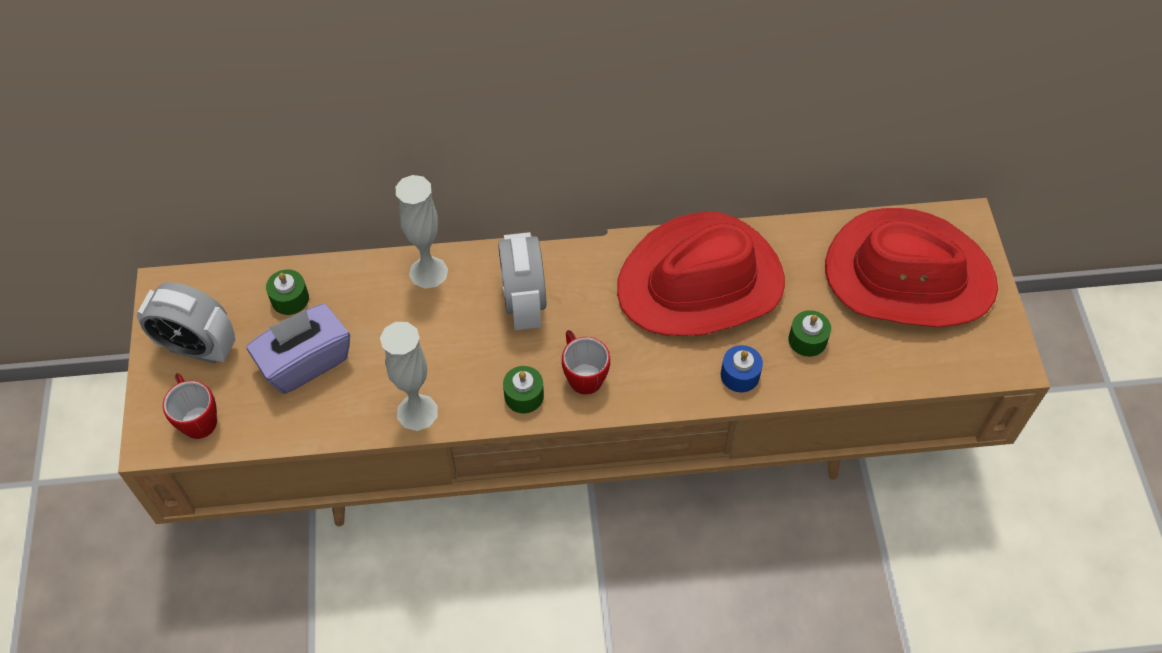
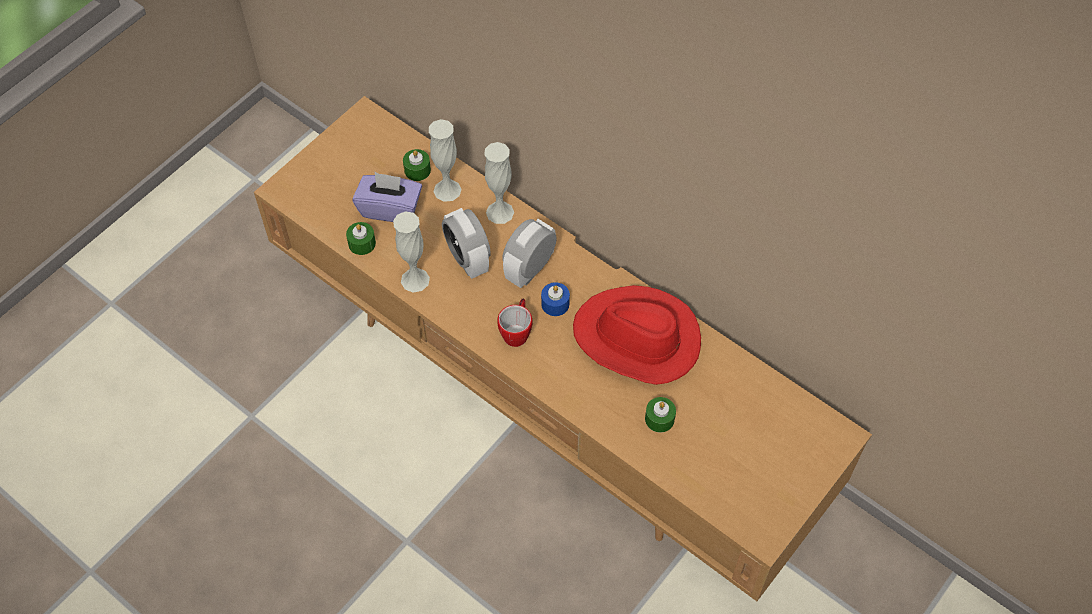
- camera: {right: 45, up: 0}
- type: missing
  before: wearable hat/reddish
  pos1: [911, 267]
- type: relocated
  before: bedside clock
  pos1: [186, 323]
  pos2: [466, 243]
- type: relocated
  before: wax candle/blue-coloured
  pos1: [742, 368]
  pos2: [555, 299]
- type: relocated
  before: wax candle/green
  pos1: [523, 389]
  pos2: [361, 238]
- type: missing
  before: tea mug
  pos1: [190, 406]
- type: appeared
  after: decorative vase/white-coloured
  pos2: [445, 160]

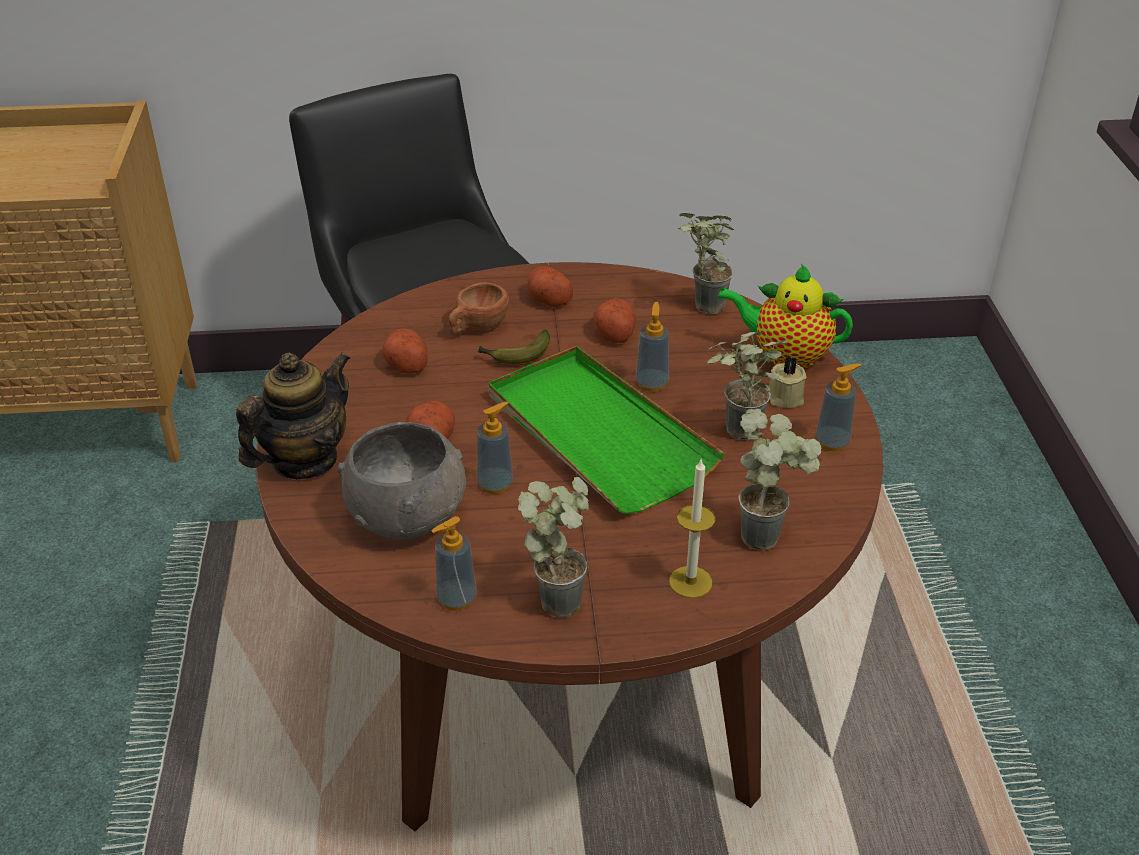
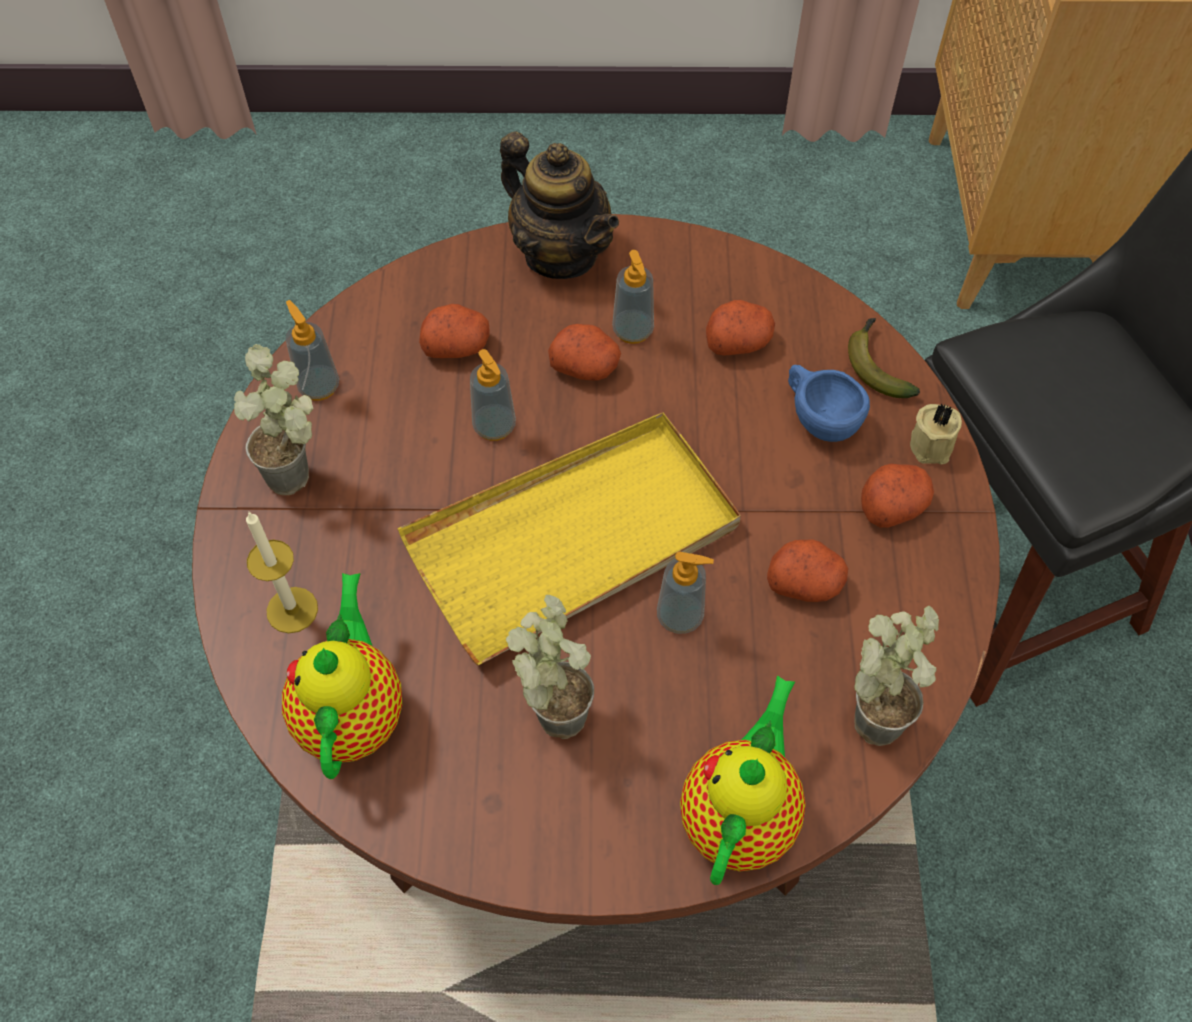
- camera: {right: 95, up: 20}
- type: colour
  before: small cup/brown
  after: small cup/blue-coloured
  pos1: [479, 308]
  pos2: [829, 403]
- type: relocated
  before: banana
  pos1: [514, 347]
  pos2: [884, 358]
- type: colour
  before: tray/green
  after: tray/yellowish
  pos1: [606, 430]
  pos2: [569, 539]
- type: relocated
  before: wax candle/beige-coloured
  pos1: [787, 382]
  pos2: [936, 433]
- type: relocated
  before: soap dispenser
  pos1: [838, 407]
  pos2: [633, 297]
- type: exchanged
  before: plant in a pot
  after: teapot
  pos1: [779, 480]
  pos2: [342, 676]
- type: exchanged
  before: deep dish/gray
  after: whole potato
  pos1: [401, 481]
  pos2: [454, 331]

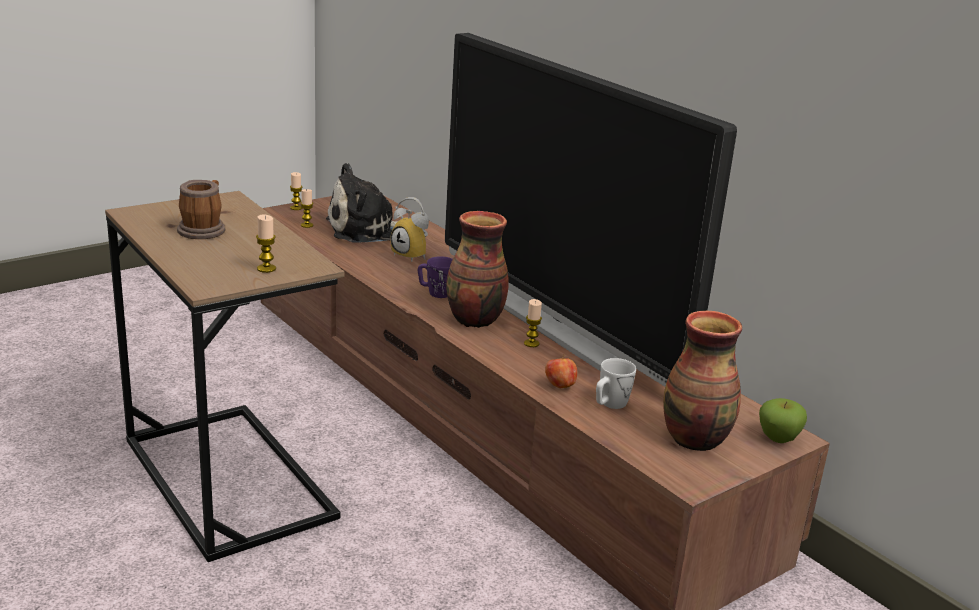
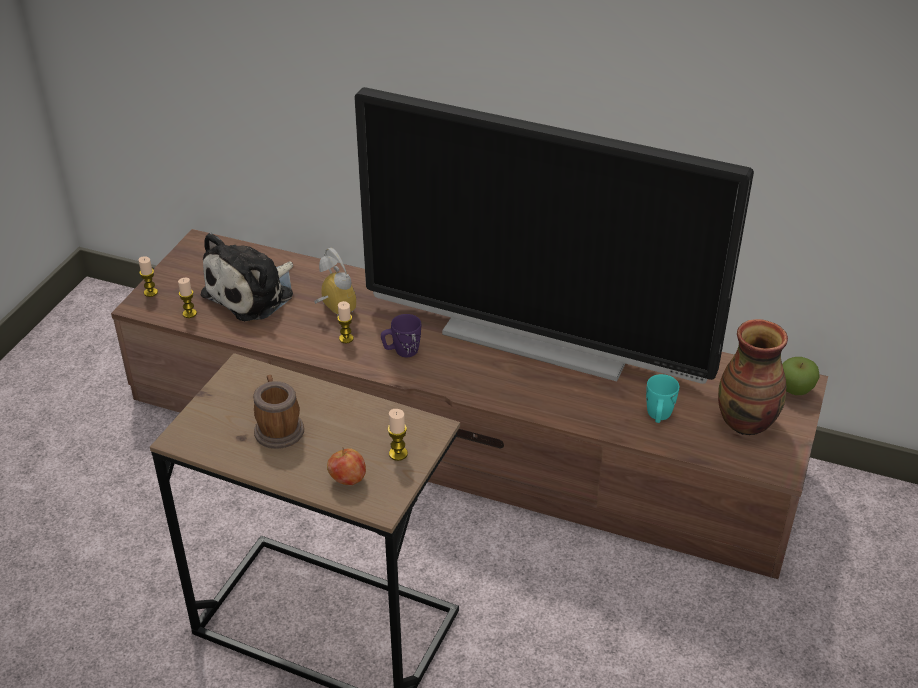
- camera: {right: -30, up: 15}
- type: spun
  before: bedside clock
  pos1: [410, 229]
  pos2: [335, 282]
  turn: -135
- type: missing
  before: decorative vase
  pos1: [477, 269]
- type: relocated
  before: wax candle
  pos1: [533, 323]
  pos2: [345, 322]
- type: relocated
  before: apple
  pos1: [561, 371]
  pos2: [346, 466]
- type: colour
  before: tea mug/white-coloured
  after: tea mug/blue-green
  pos1: [616, 383]
  pos2: [662, 398]

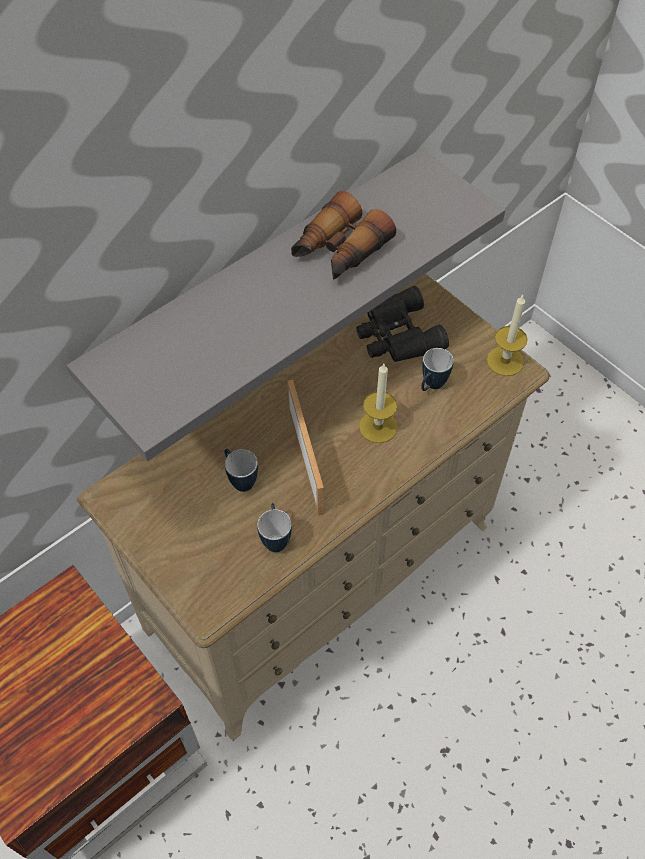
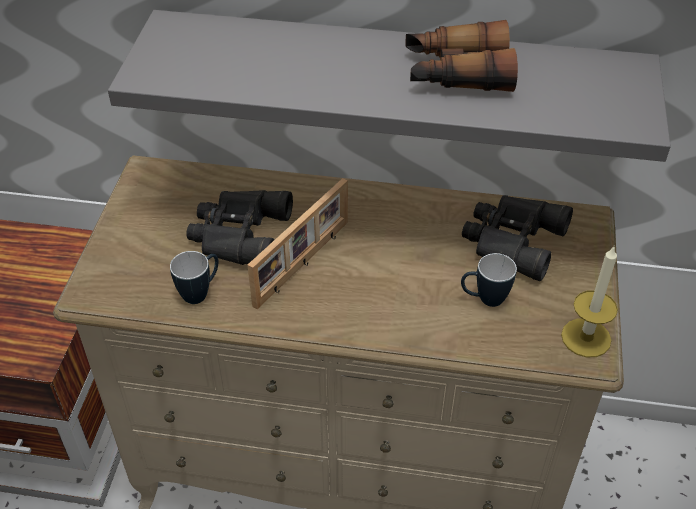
- camera: {right: 50, up: -10}
- type: missing
  before: wax candle
  pos1: [378, 403]
- type: exchanged
  before: tea mug
  after: pair of binoculars/black-coloured
  pos1: [241, 470]
  pos2: [240, 227]

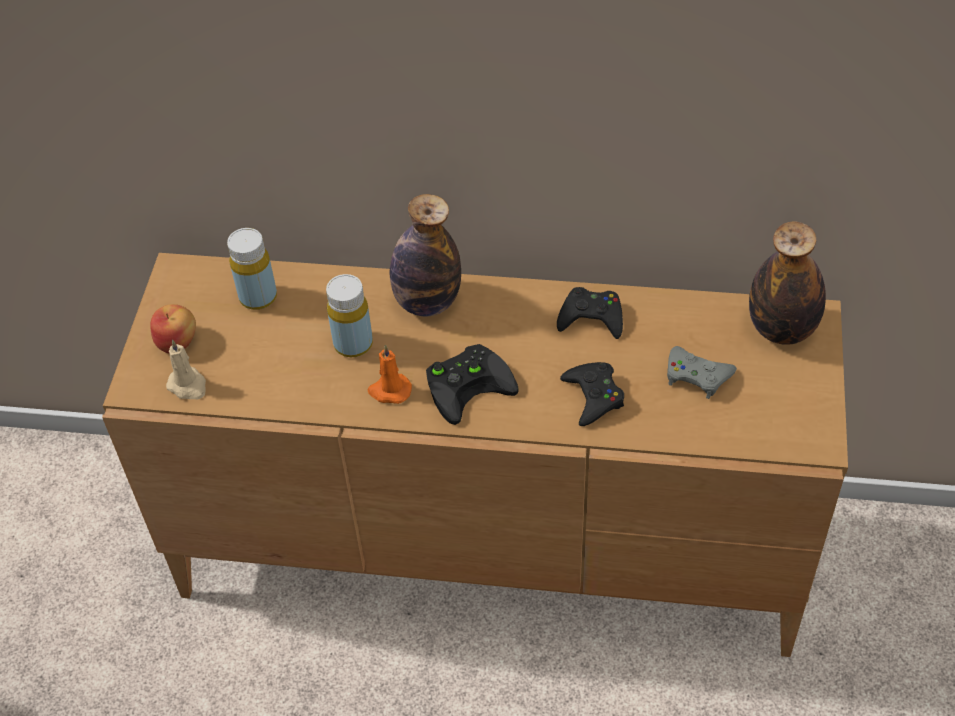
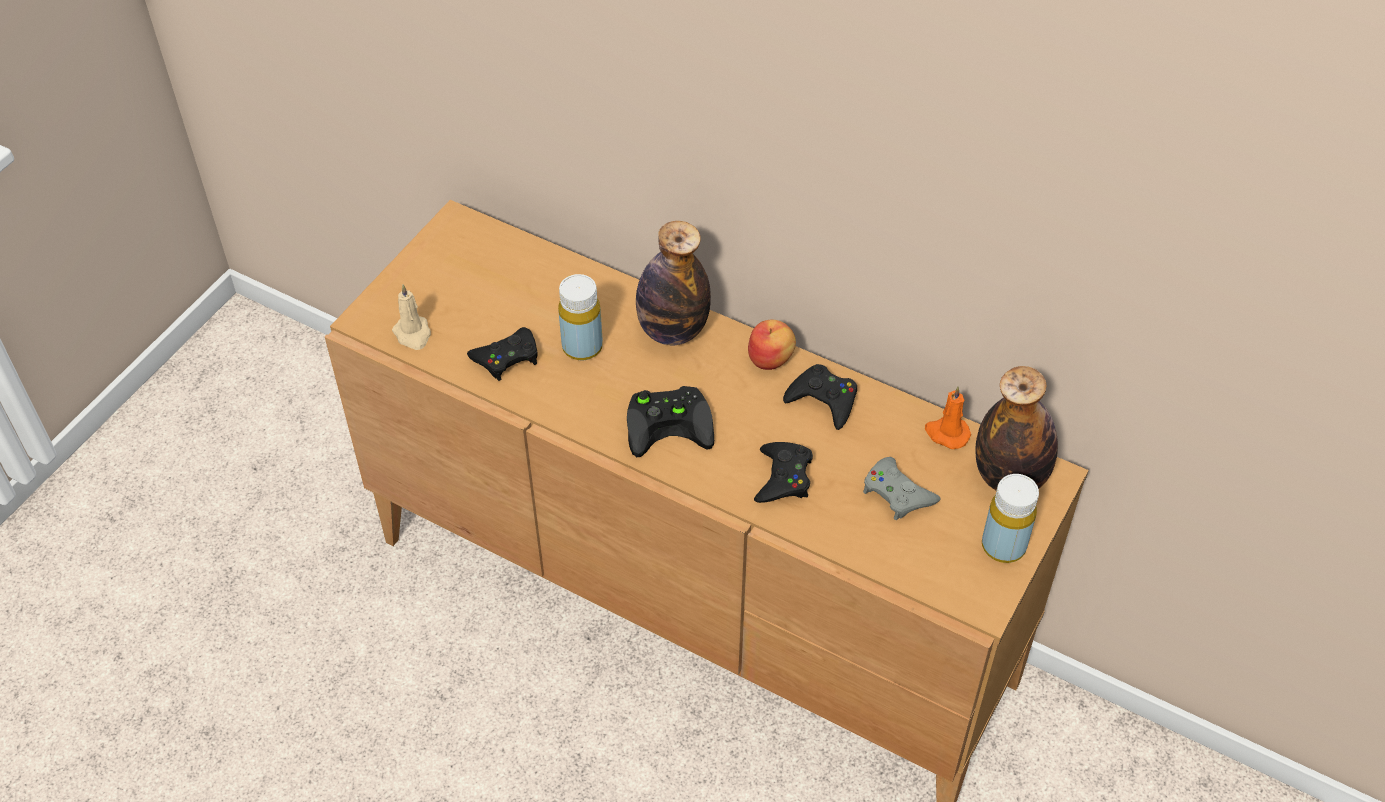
- camera: {right: 20, up: 0}
- type: relocated
  before: beverage bottle/yellowish
  pos1: [252, 269]
  pos2: [1010, 518]
- type: relocated
  before: apple
  pos1: [173, 329]
  pos2: [772, 345]
- type: relocated
  before: wax candle/orangey
  pos1: [390, 374]
  pos2: [948, 417]
- type: appeared
  after: gamepad/black-coloured
  pos2: [502, 354]

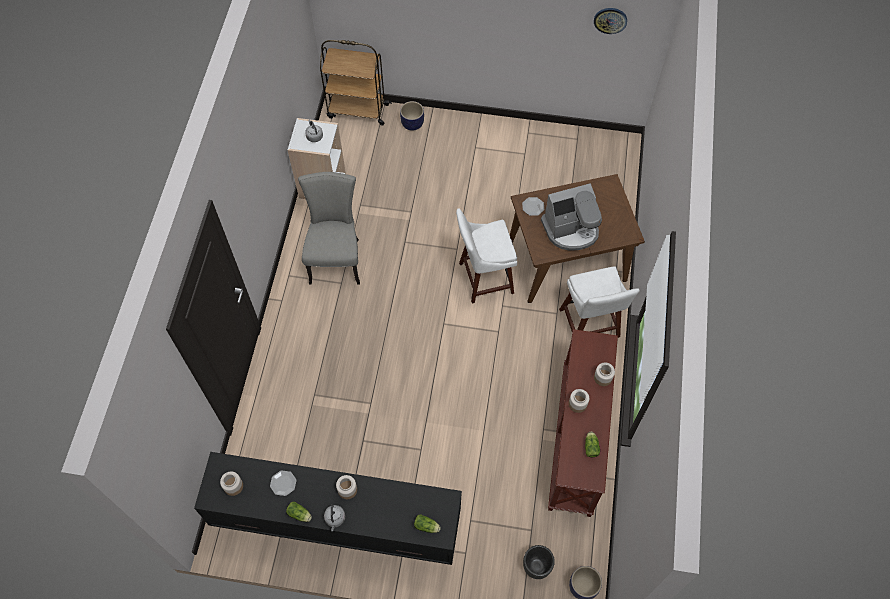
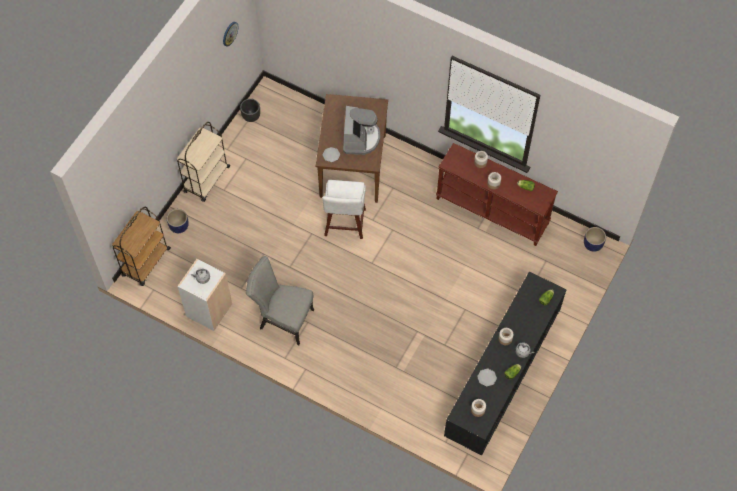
- camera: {right: -70, up: 0}
- type: missing
  before: chair/white-coloured
  pos1: [599, 302]
- type: relocated
  before: plant pot/black-coloured
  pos1: [539, 562]
  pos2: [250, 110]
- type: appeared
  after: cart/beige-coloured
  pos2: [203, 162]

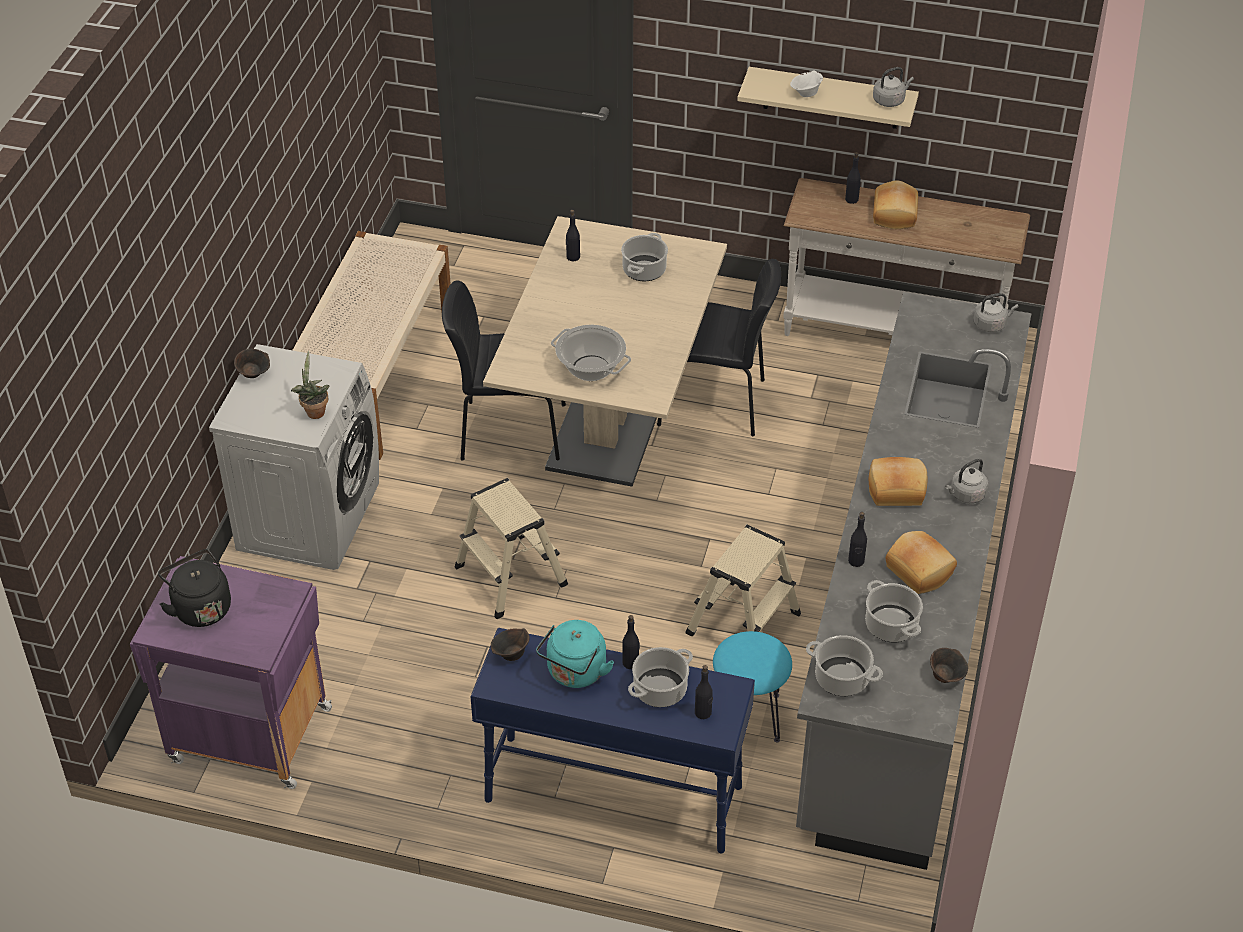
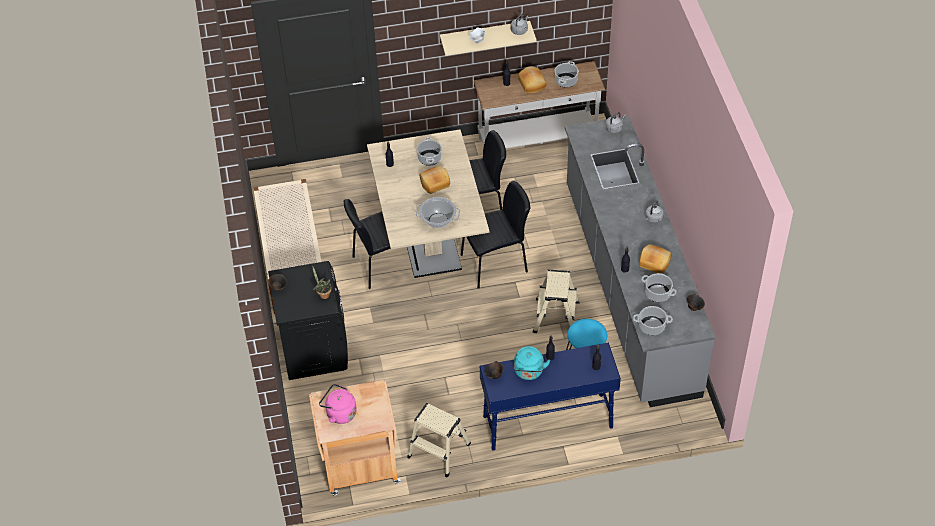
- camera: {right: -25, up: 5}
- type: colour
  before: laundry machine/white-coloured
  after: laundry machine/black-coloured
  pos1: [294, 457]
  pos2: [308, 320]
- type: relocated
  before: baked bread
  pos1: [898, 481]
  pos2: [434, 180]
- type: relocated
  before: step stool/beige-coloured
  pos1: [511, 548]
  pos2: [439, 440]
- type: colour
  before: kettle/black-coloured
  after: kettle/pinkish
  pos1: [194, 588]
  pos2: [338, 404]
- type: colour
  before: cart/purplish
  after: cart/brown
  pos1: [231, 672]
  pos2: [355, 438]
- type: relocated
  before: cooking pot
  pos1: [660, 677]
  pos2: [566, 74]
- type: appeared
  after: chair/black-coloured
  pos2: [495, 235]

